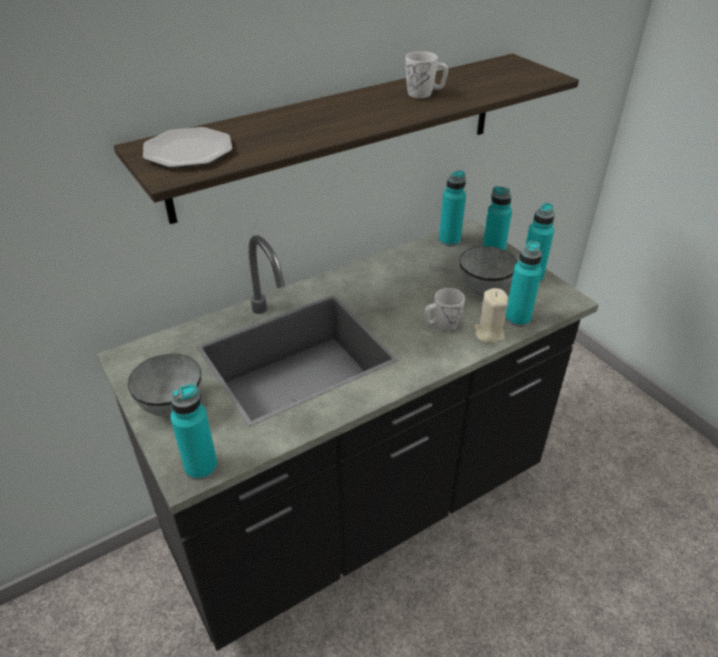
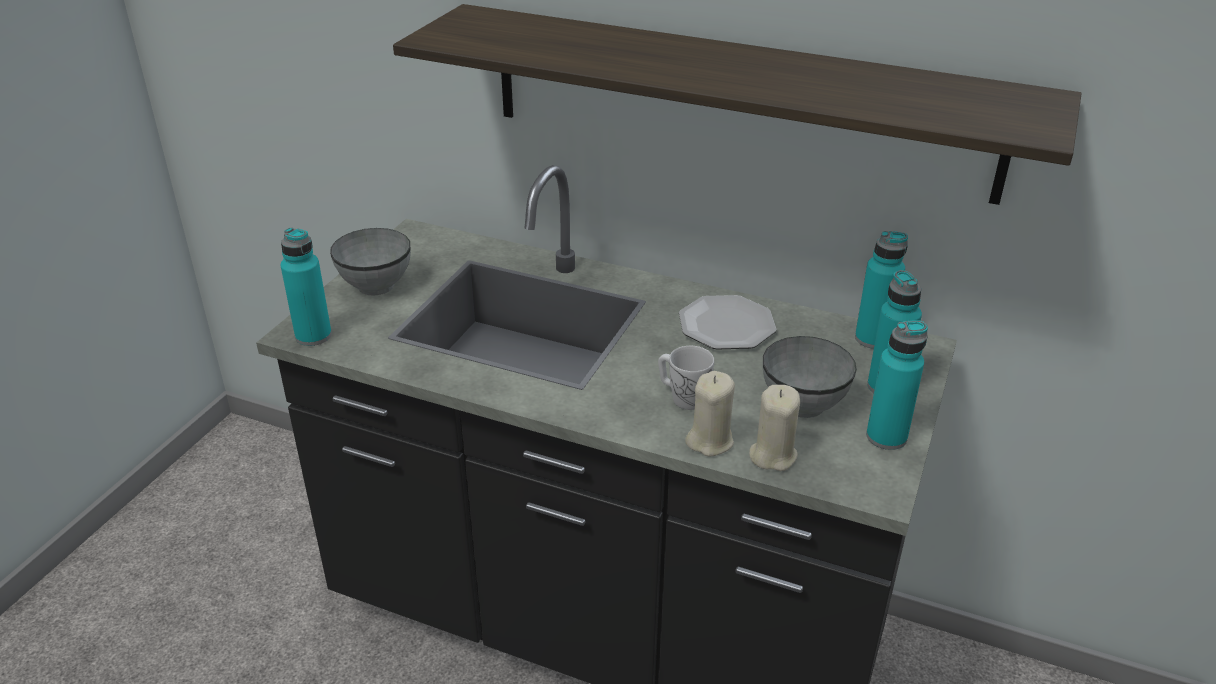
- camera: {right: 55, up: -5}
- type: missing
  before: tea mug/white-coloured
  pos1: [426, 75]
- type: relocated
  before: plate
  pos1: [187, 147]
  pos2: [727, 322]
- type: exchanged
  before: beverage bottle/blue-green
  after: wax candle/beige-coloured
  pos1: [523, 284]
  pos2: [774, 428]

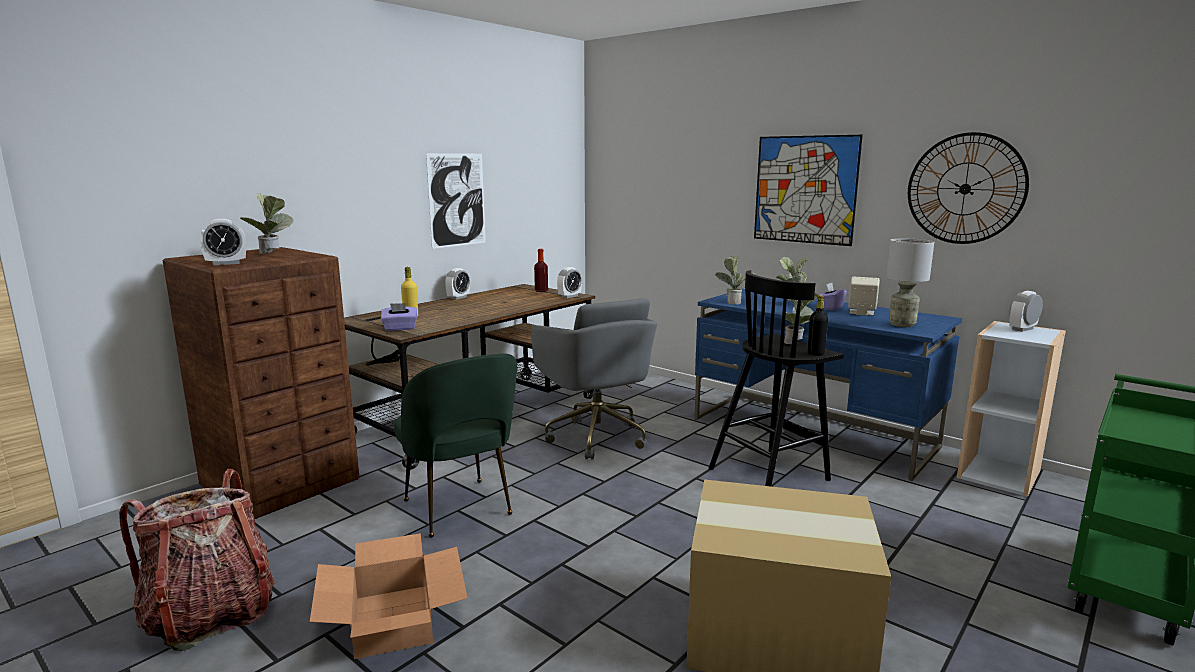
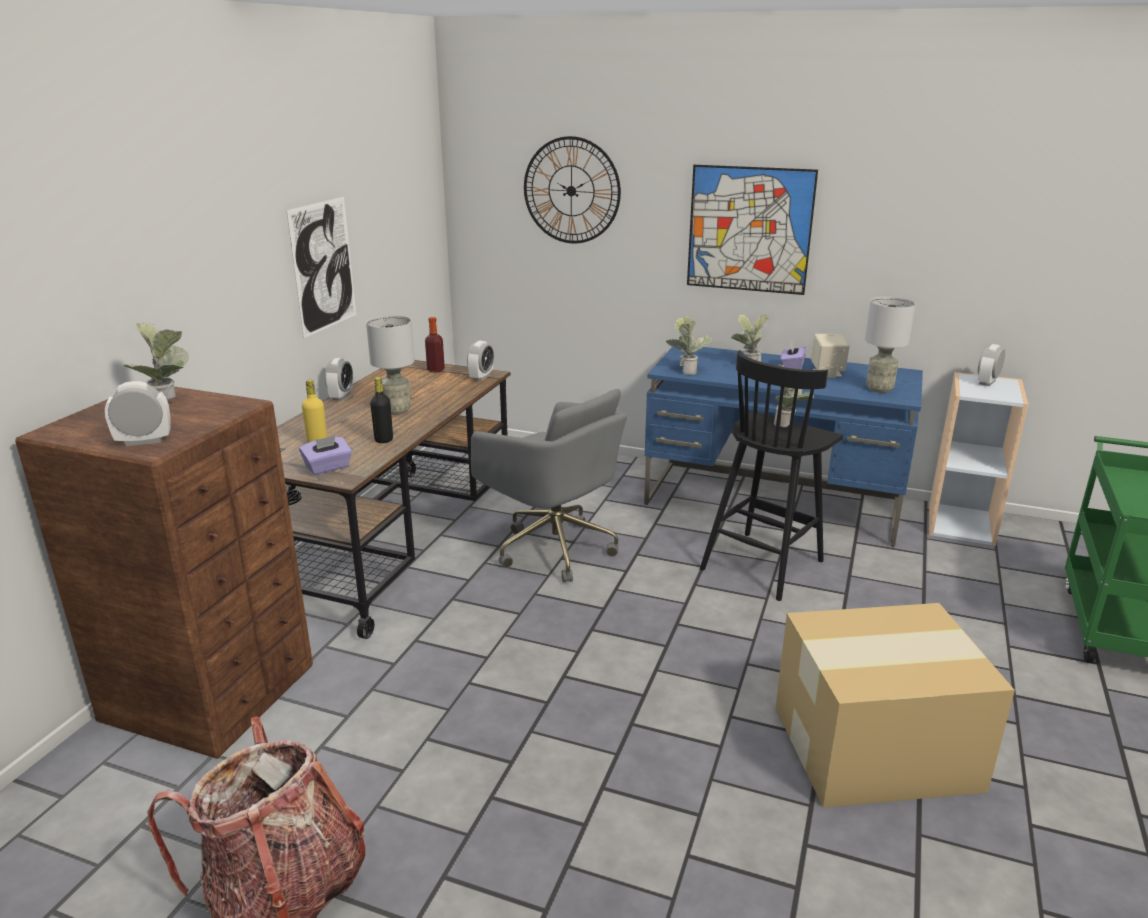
- camera: {right: -20, up: 10}
- type: relocated
  before: clock on the wall
  pos1: [968, 188]
  pos2: [572, 189]
- type: spun
  before: bedside clock
  pos1: [223, 242]
  pos2: [138, 413]
  turn: -150
- type: relocated
  before: beverage bottle/black-coloured
  pos1: [818, 325]
  pos2: [381, 410]
- type: missing
  before: chair/green
  pos1: [455, 445]
- type: missing
  before: carton
  pos1: [388, 596]
- type: appeared
  after: lamp for a table/gray
  pos2: [390, 365]

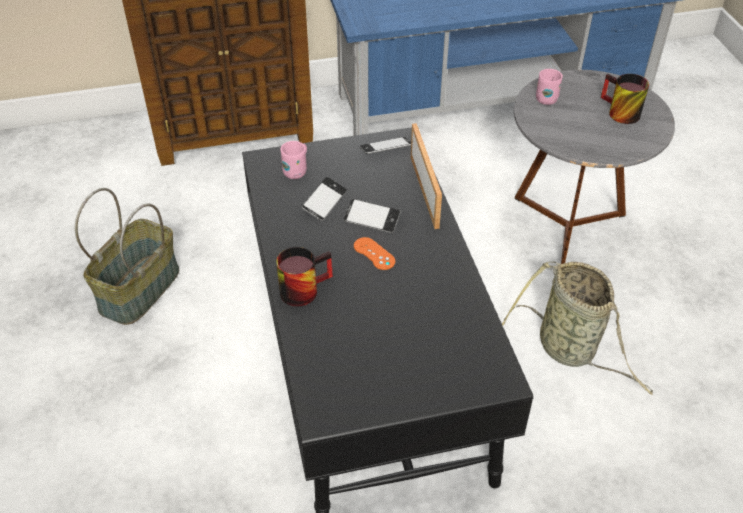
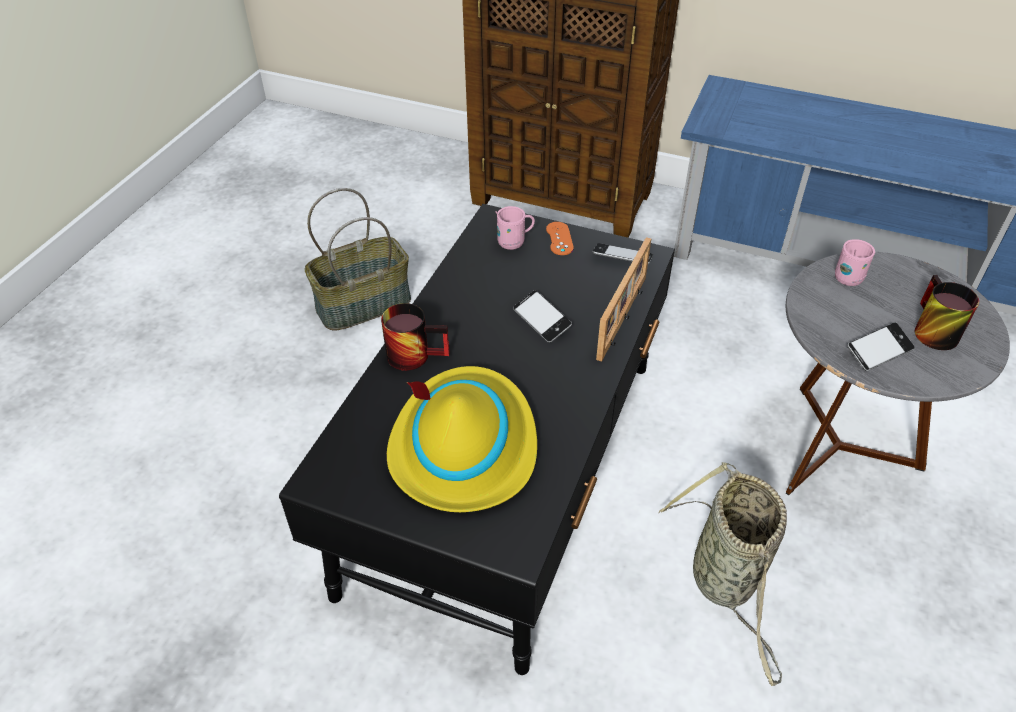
- camera: {right: 35, up: 0}
- type: relocated
  before: phone
  pos1: [324, 199]
  pos2: [881, 346]
- type: relocated
  before: gamepad/orangey
  pos1: [375, 253]
  pos2: [560, 238]
- type: appeared
  after: wearable hat/yellowish
  pos2: [462, 439]

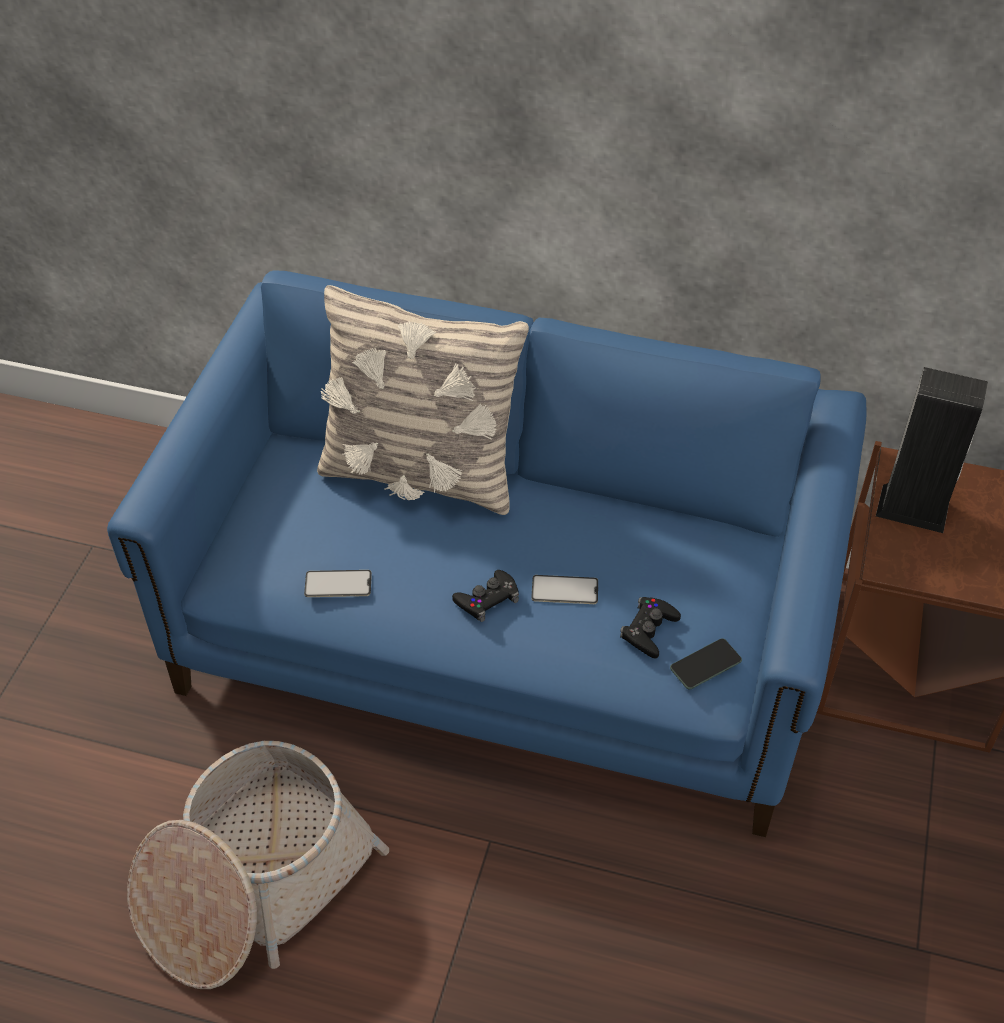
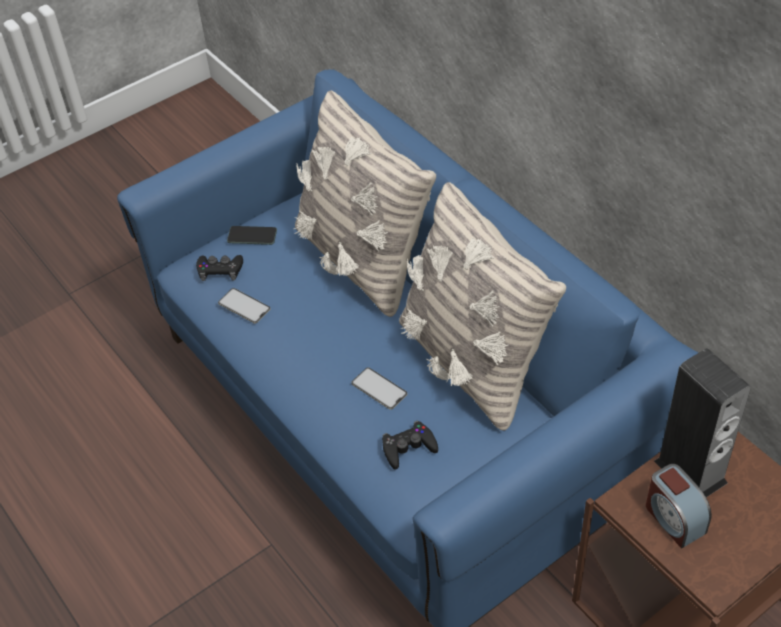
- camera: {right: 40, up: 0}
- type: relocated
  before: gamepad/black-coloured
  pos1: [485, 596]
  pos2: [219, 268]
- type: relocated
  before: phone
  pos1: [706, 663]
  pos2: [252, 235]
- type: missing
  before: household basket
  pos1: [258, 865]
- type: appeared
  after: throw pillow/beige-coloured
  pos2: [482, 306]
- type: appeared
  after: bedside clock
  pos2: [679, 506]

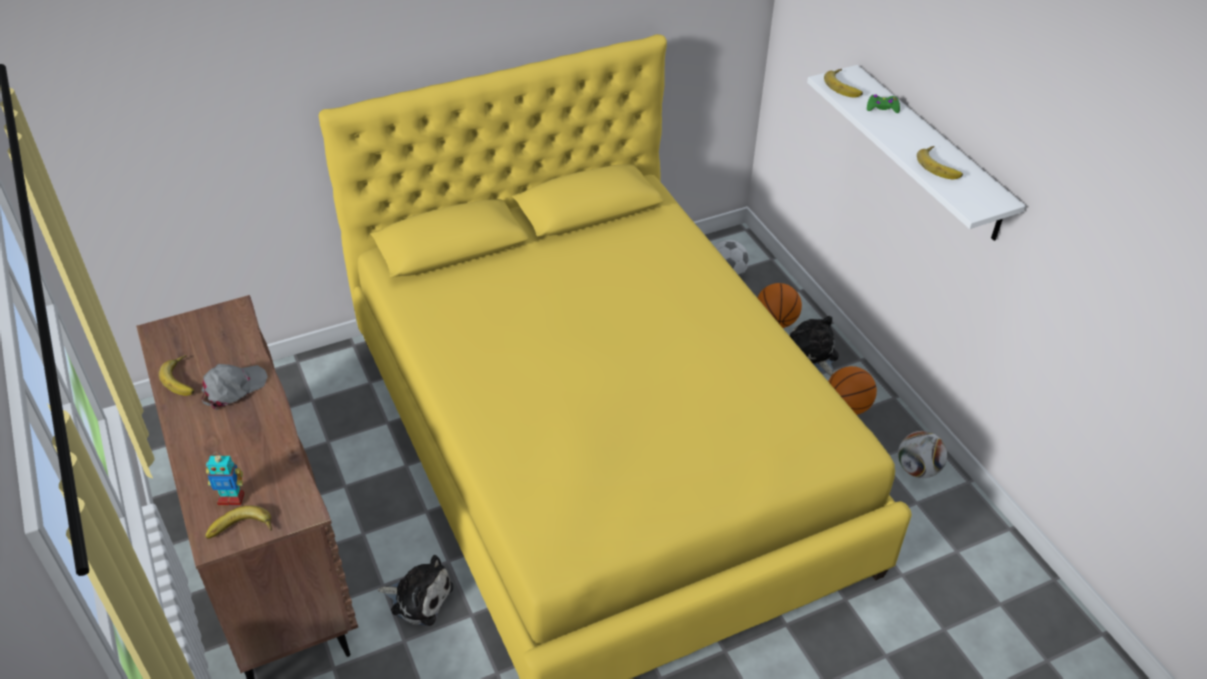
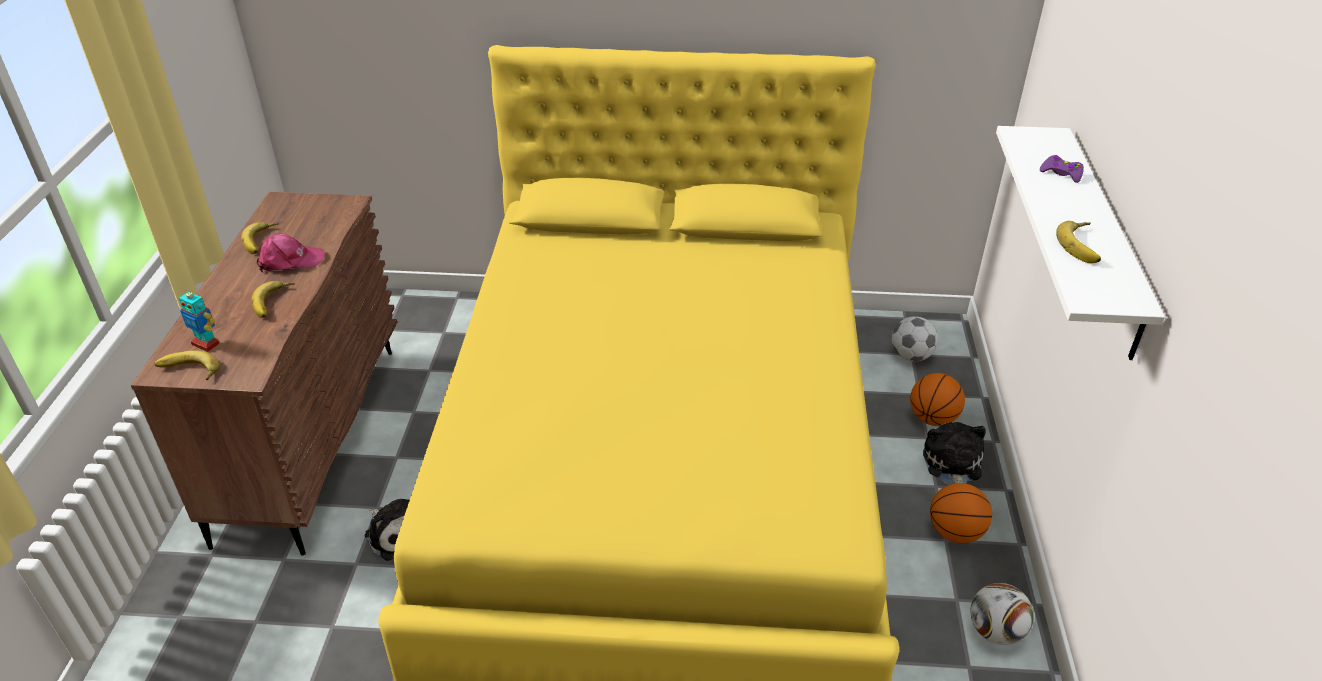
- camera: {right: 30, up: -5}
- type: relocated
  before: banana
  pos1: [843, 83]
  pos2: [273, 299]
- type: colour
  before: gamepad/green
  after: gamepad/purplish
  pos1: [883, 104]
  pos2: [1062, 169]
- type: colour
  before: peaked cap/gray
  after: peaked cap/pinkish
  pos1: [234, 387]
  pos2: [291, 252]

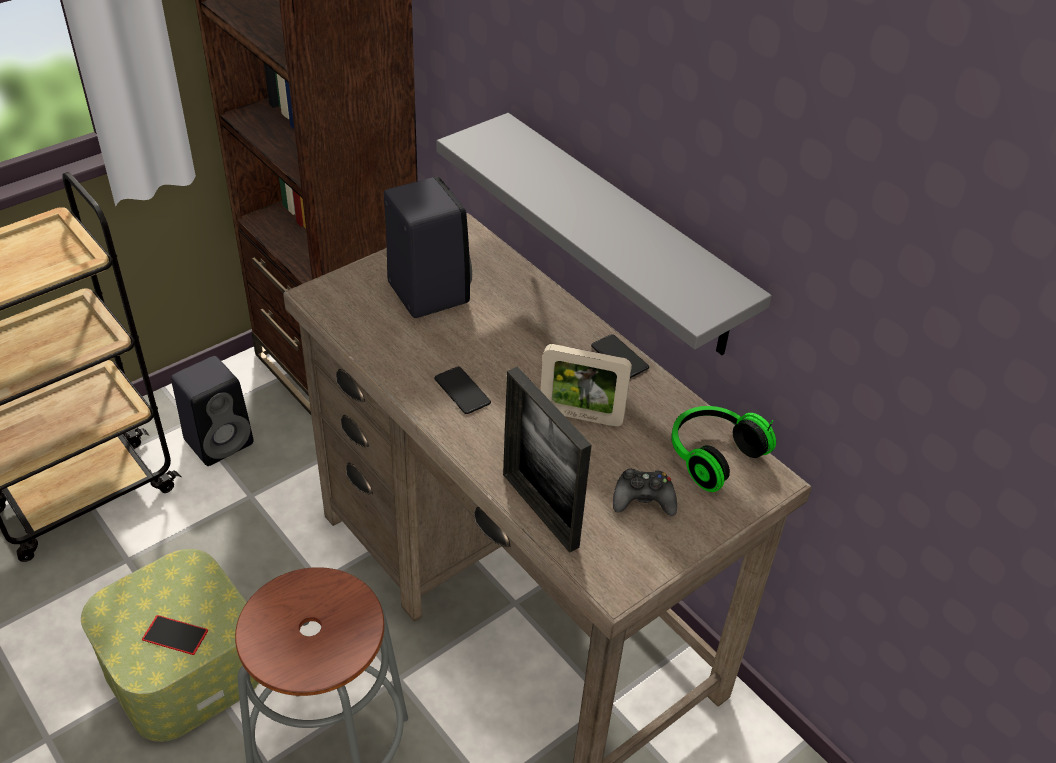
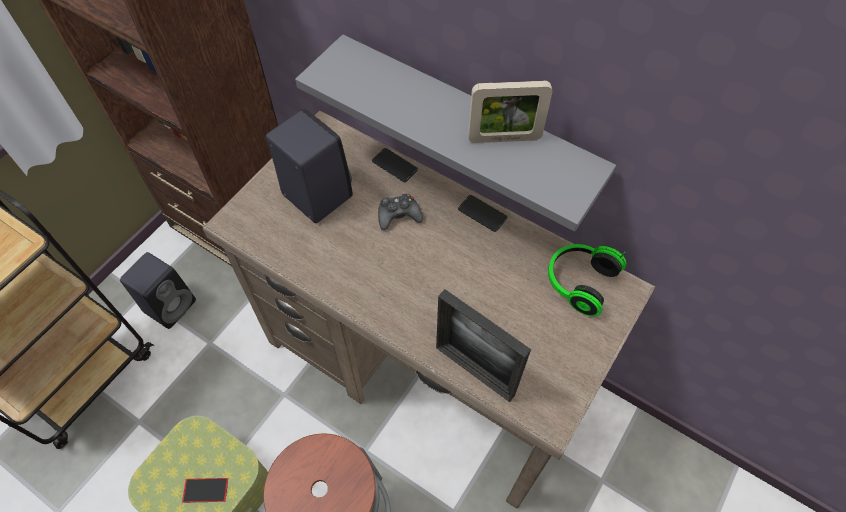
- camera: {right: -15, up: 15}
- type: relocated
  before: photo frame
  pos1: [586, 385]
  pos2: [510, 112]
- type: relocated
  before: phone
  pos1: [462, 390]
  pos2: [395, 165]
- type: relocated
  before: gamepad/black-coloured
  pos1: [645, 492]
  pos2: [400, 212]

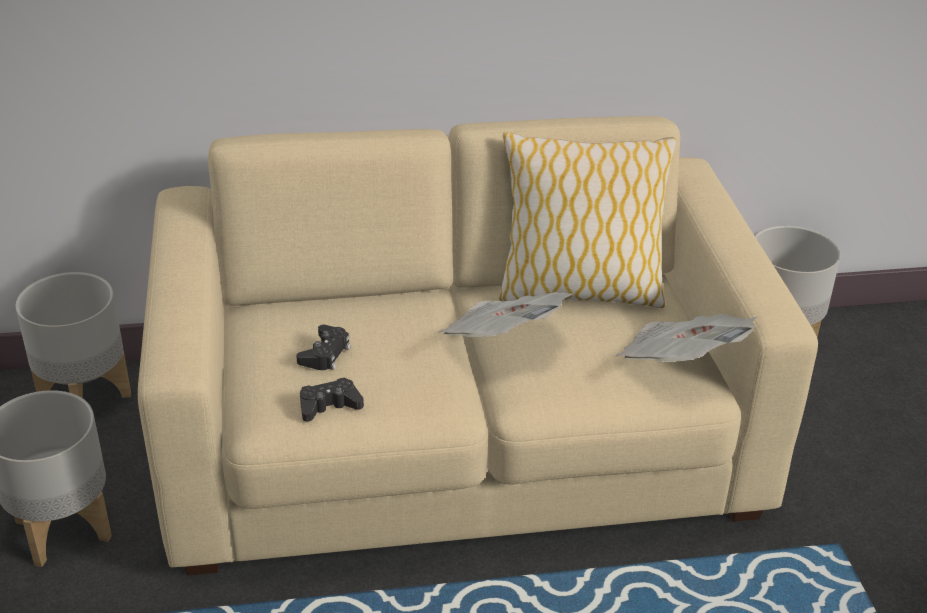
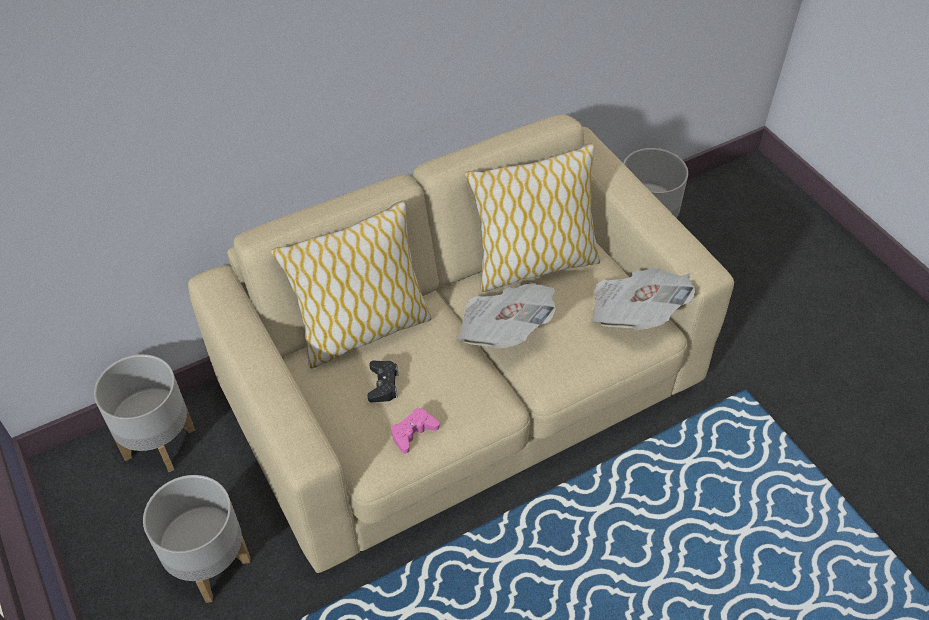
- camera: {right: -20, up: 15}
- type: colour
  before: gamepad/black-coloured
  after: gamepad/pinkish
  pos1: [332, 399]
  pos2: [415, 431]
- type: appeared
  after: throw pillow
  pos2: [351, 285]

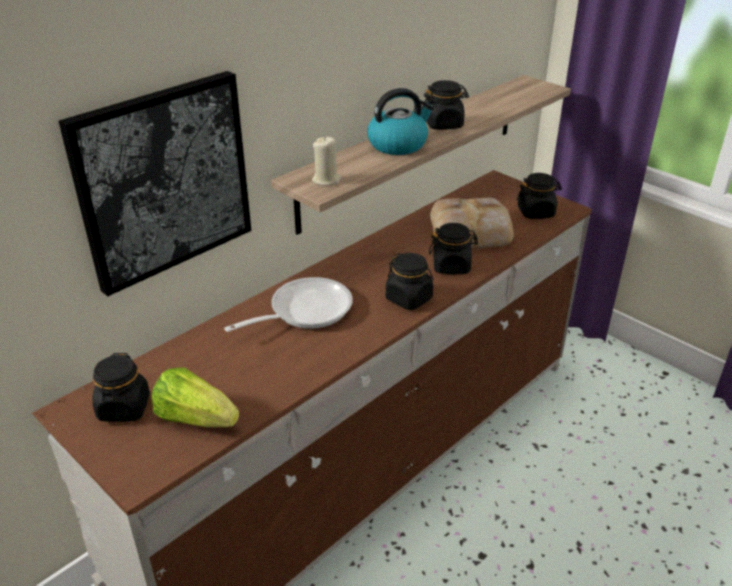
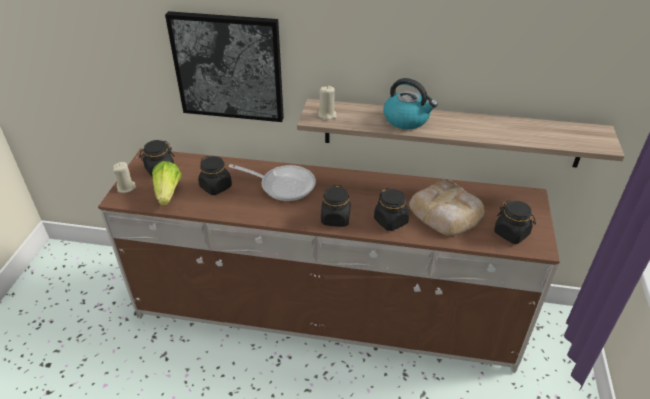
- camera: {right: 55, up: 5}
- type: relocated
  before: storage jar/black-coloured
  pos1: [445, 105]
  pos2: [215, 175]
- type: appeared
  after: wax candle/beige-coloured
  pos2: [124, 177]

